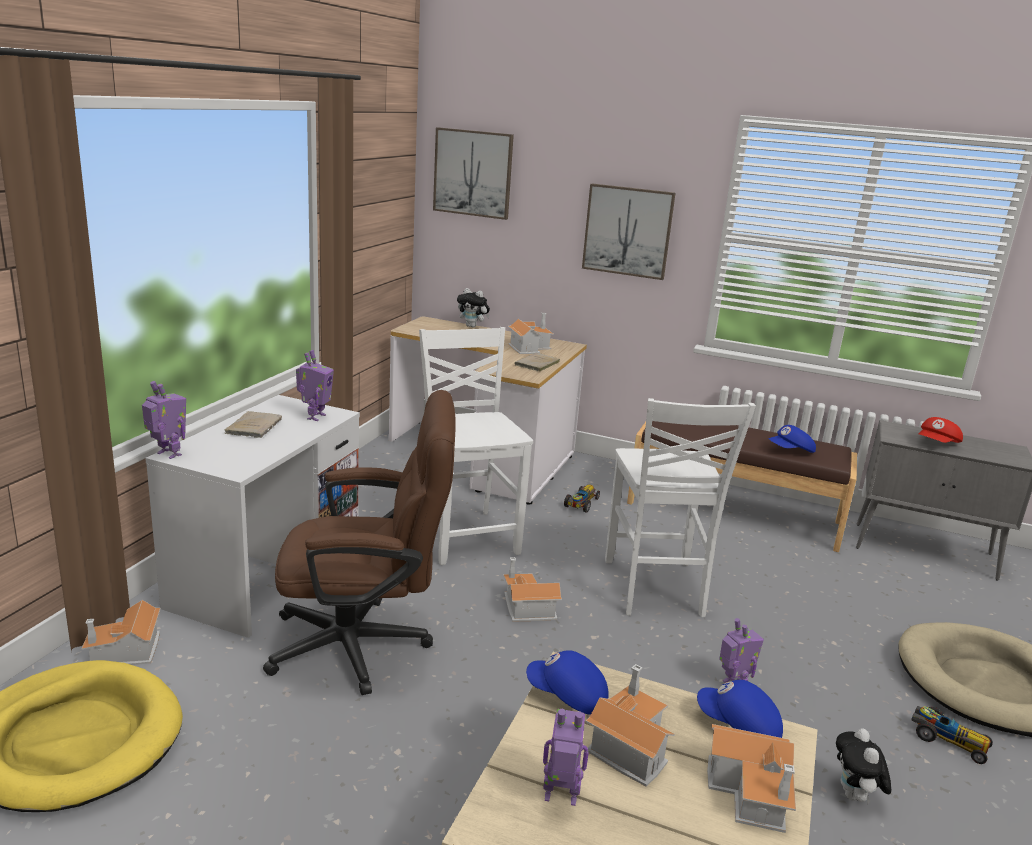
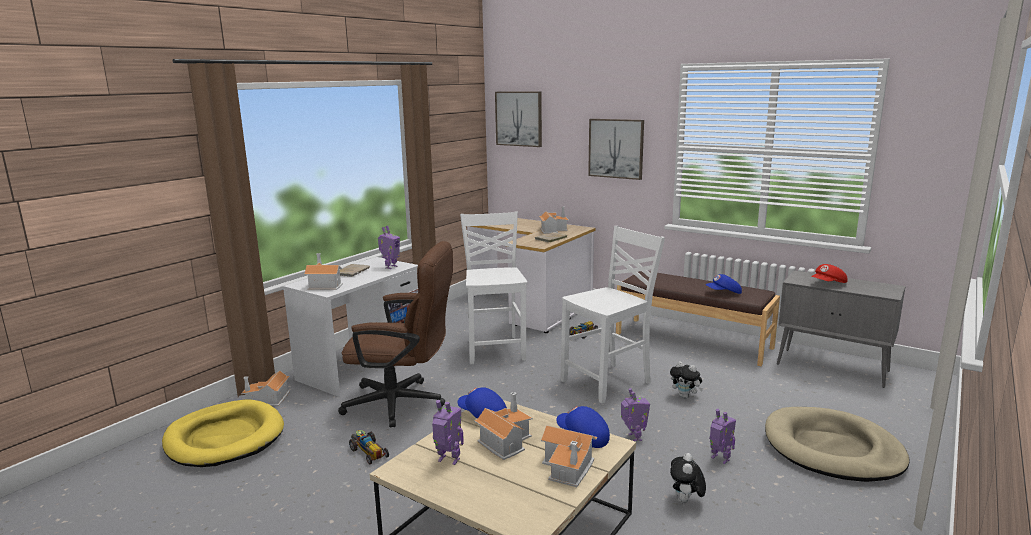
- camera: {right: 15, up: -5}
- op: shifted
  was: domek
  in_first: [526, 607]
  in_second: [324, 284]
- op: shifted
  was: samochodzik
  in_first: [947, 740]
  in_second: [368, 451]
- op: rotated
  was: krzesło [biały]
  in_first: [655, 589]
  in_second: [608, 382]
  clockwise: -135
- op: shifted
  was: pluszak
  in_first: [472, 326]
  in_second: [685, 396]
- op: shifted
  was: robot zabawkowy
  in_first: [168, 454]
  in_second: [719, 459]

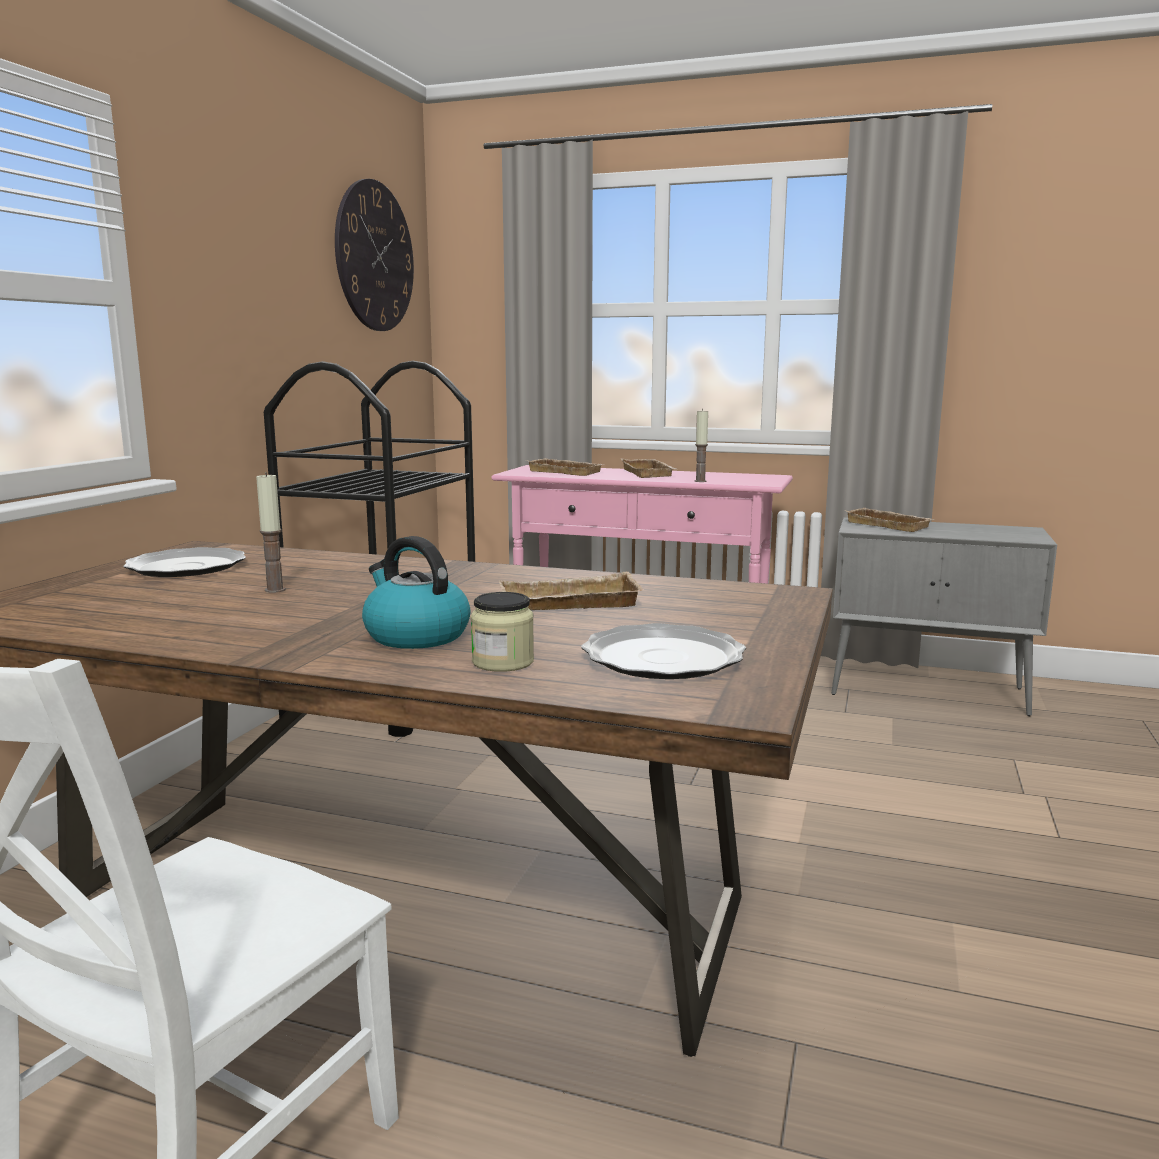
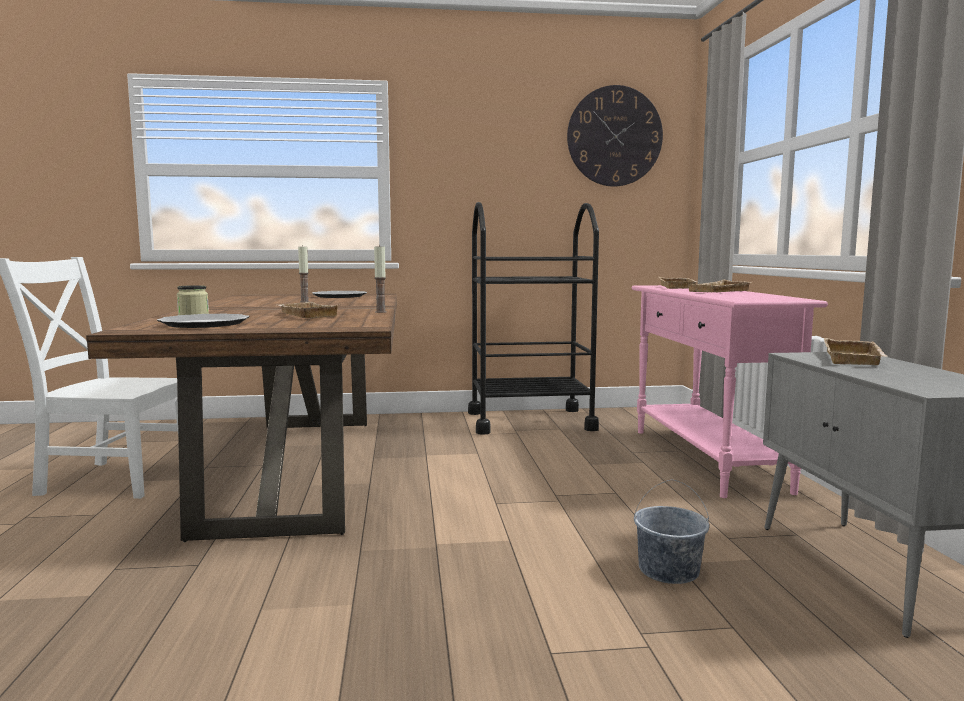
- camera: {right: 65, up: -5}
- op: shifted
  was: świeca
  in_first: [700, 481]
  in_second: [380, 312]
- op: new
  now: wiadro [szary]
  in_second: [668, 570]
- op: gone
  was: czajnik
  in_first: [415, 636]

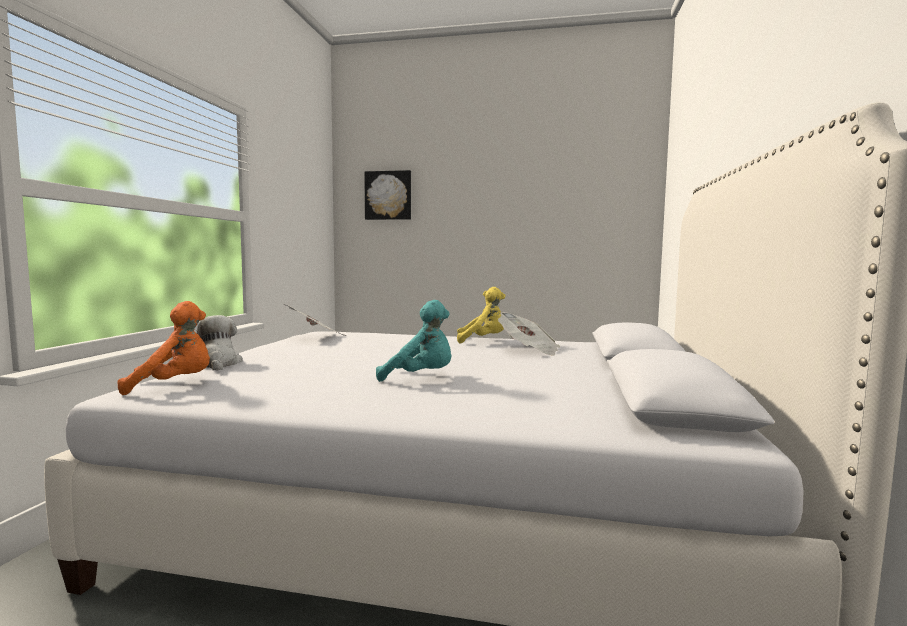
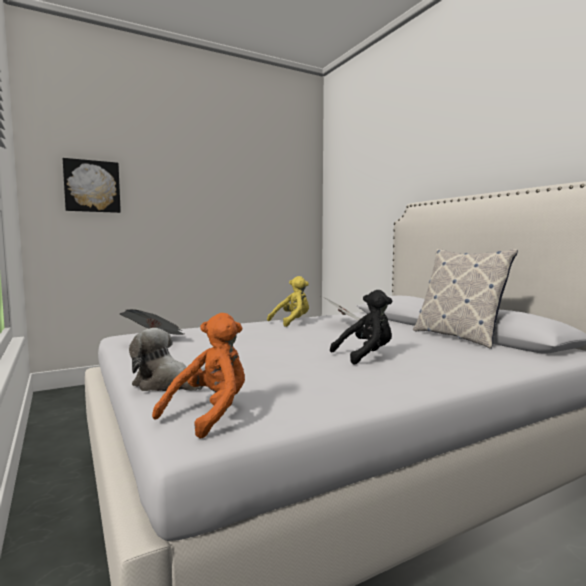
- camera: {right: -40, up: 0}
- op: repainted
  was: pluszak [turkusowy]
  now: pluszak [czarny]
  in_first: [421, 378]
  in_second: [366, 355]
- op: new
  now: poduszka
  in_second: [458, 337]

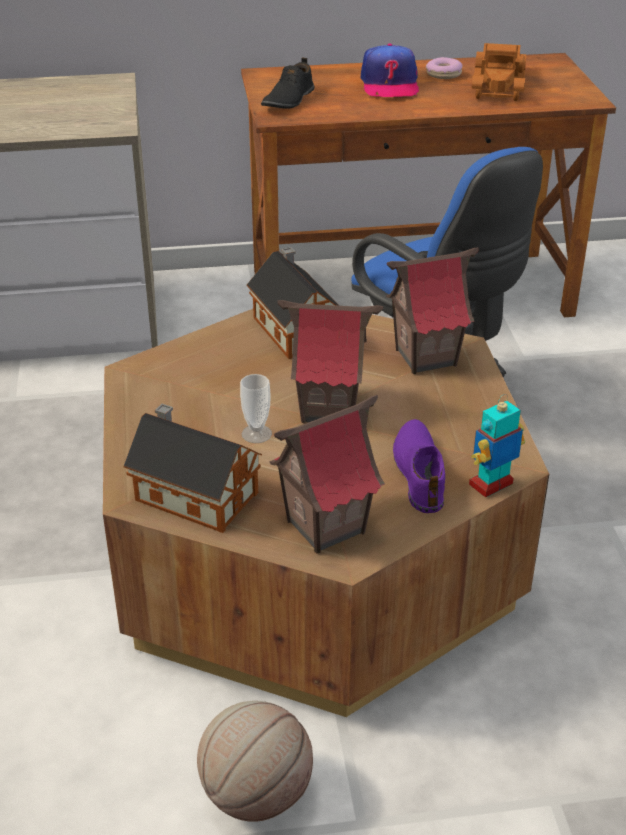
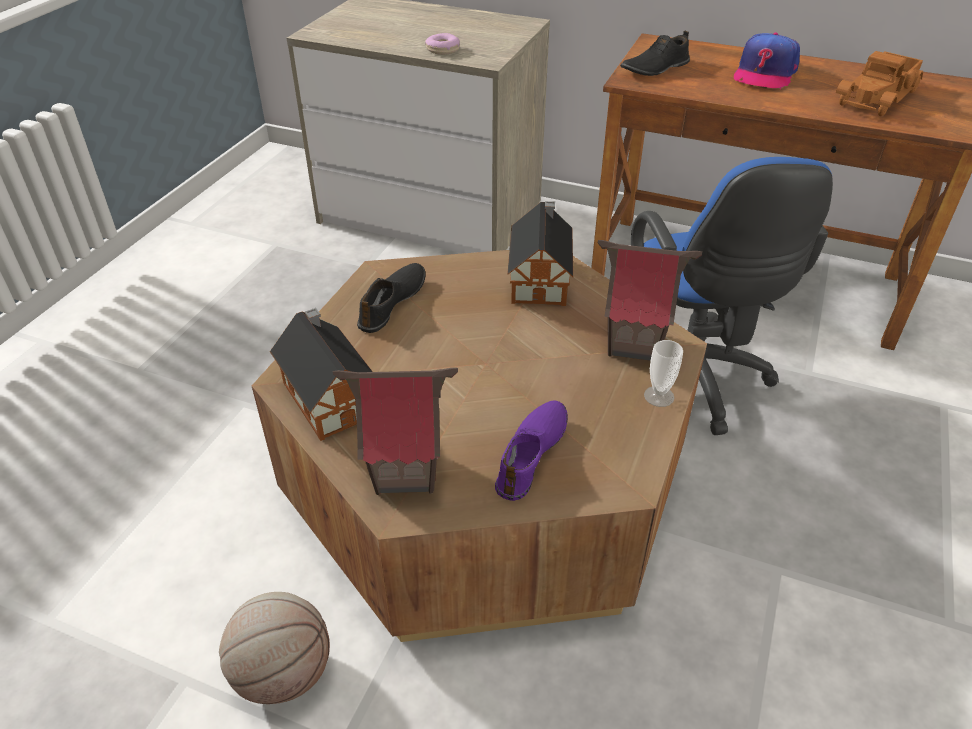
- camera: {right: 30, up: 5}
- op: new
  now: but [czarny]
  in_second: [393, 303]
- op: shifted
  was: donut
  in_first: [443, 74]
  in_second: [442, 50]
- op: shifted
  was: filiżanka
  in_first: [256, 434]
  in_second: [659, 396]
- op: gone
  was: domek
  in_first: [329, 410]
- op: gone
  was: robot zabawkowy
  in_first: [491, 485]

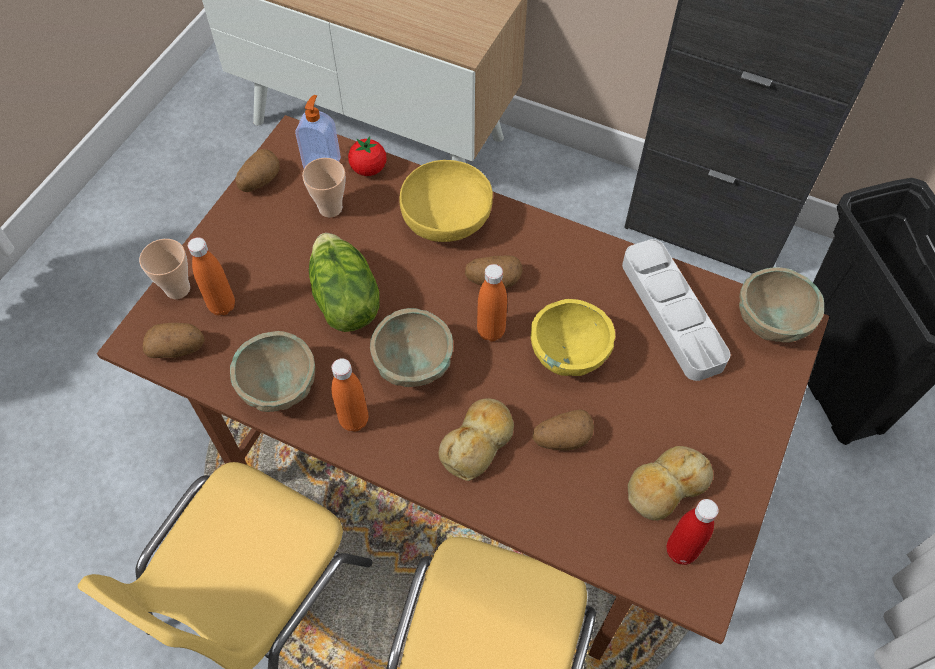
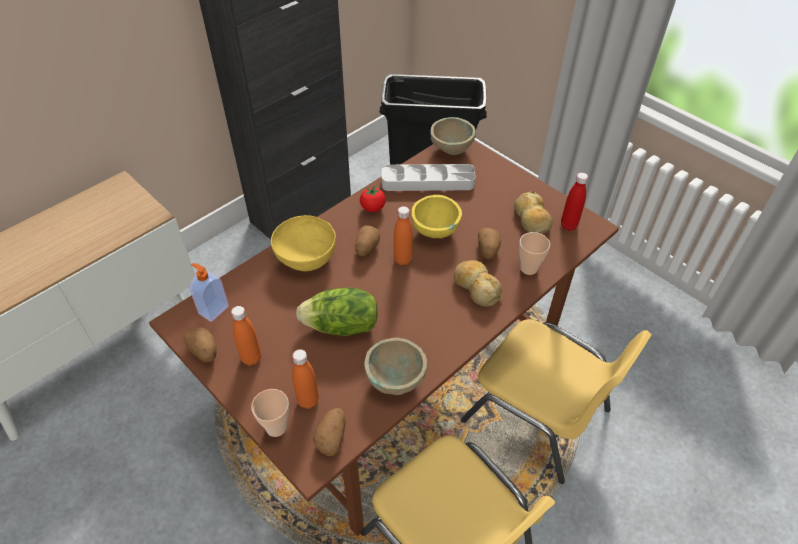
- camera: {right: -70, up: -10}
- op: shifted
  was: butelka [pomarańczowy]
  in_first: [354, 420]
  in_second: [251, 358]
- op: shifted
  was: pomidor
  in_first: [368, 169]
  in_second: [372, 208]
- op: shifted
  was: filiżanka
  in_first: [330, 208]
  in_second: [528, 268]
- op: gone
  was: miska [beżowy]
  in_first: [412, 366]

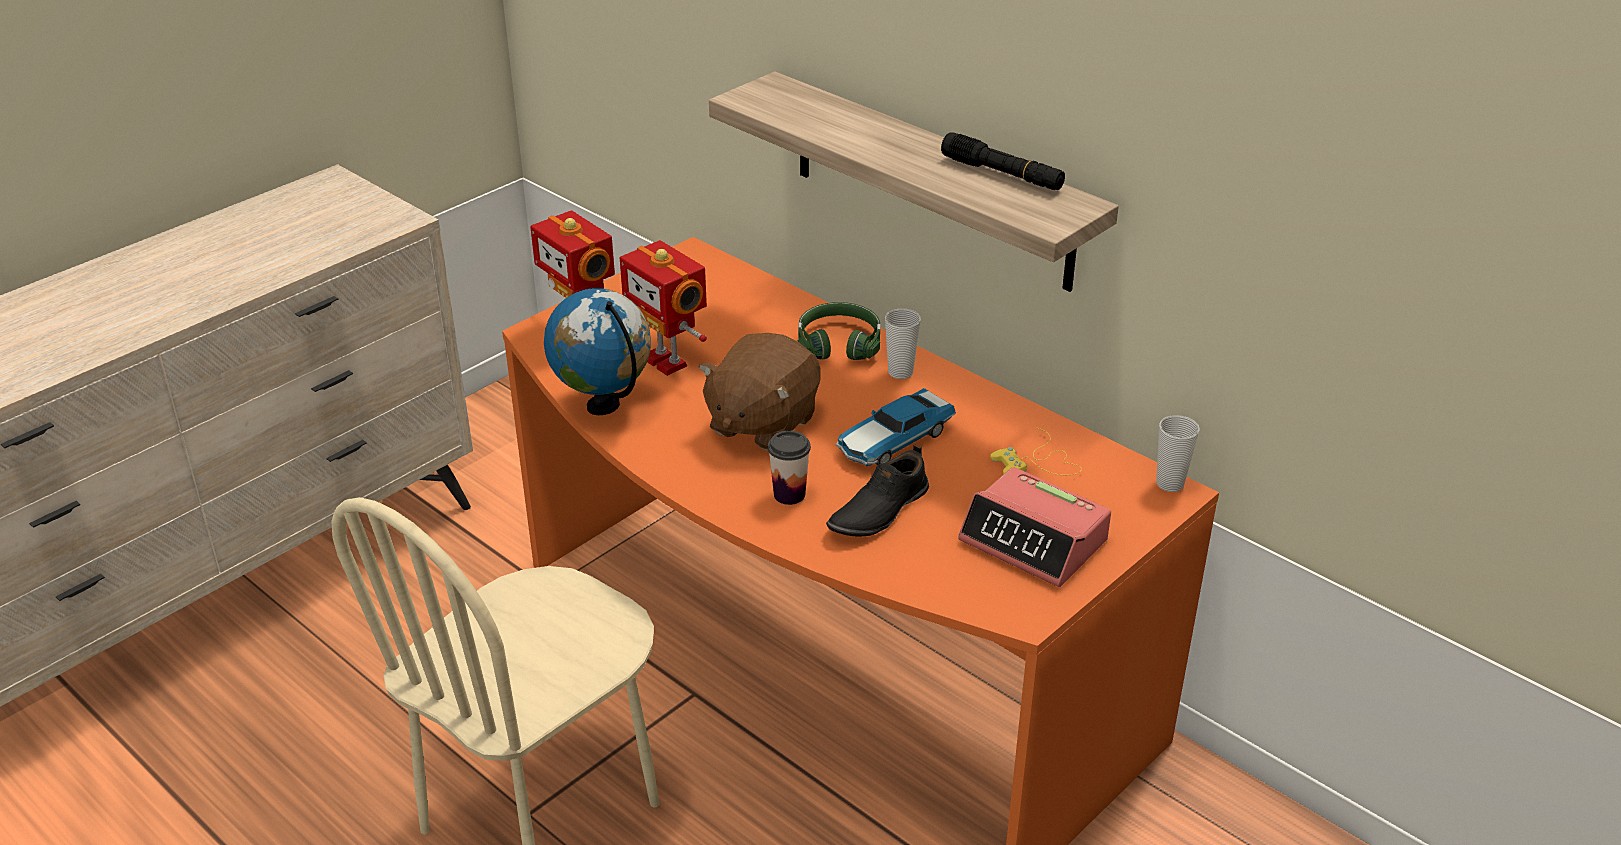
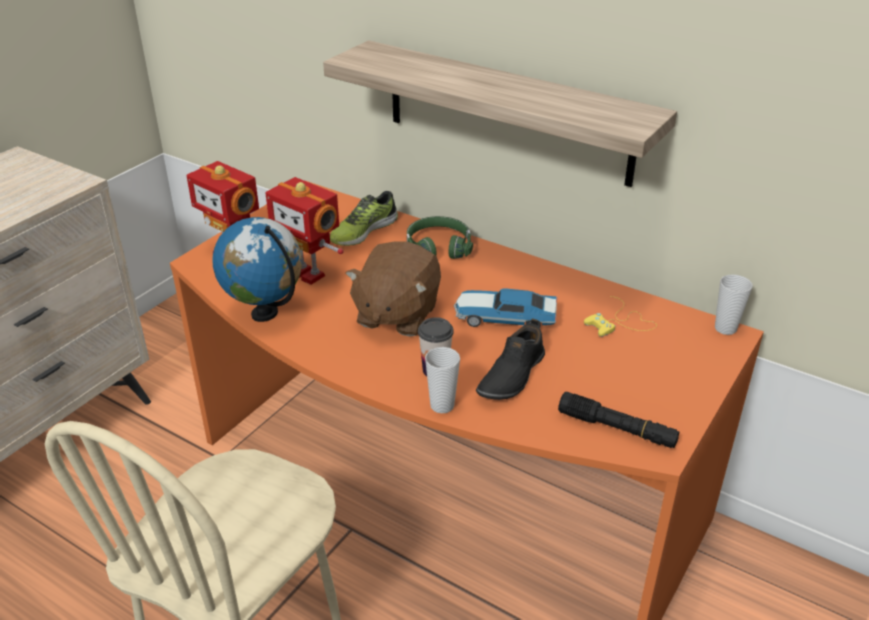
- camera: {right: -10, up: 0}
- op: new
  now: but
  in_second: [363, 231]
- op: shifted
  was: filiżanka
  in_first: [900, 372]
  in_second: [442, 405]
- op: rotated
  was: samochodzik
  in_first: [893, 441]
  in_second: [504, 317]
  clockwise: 60
- op: shifted
  was: latarka [czarny]
  in_first: [1002, 174]
  in_second: [617, 429]
- op: gone
  was: budzik
  in_first: [1034, 541]

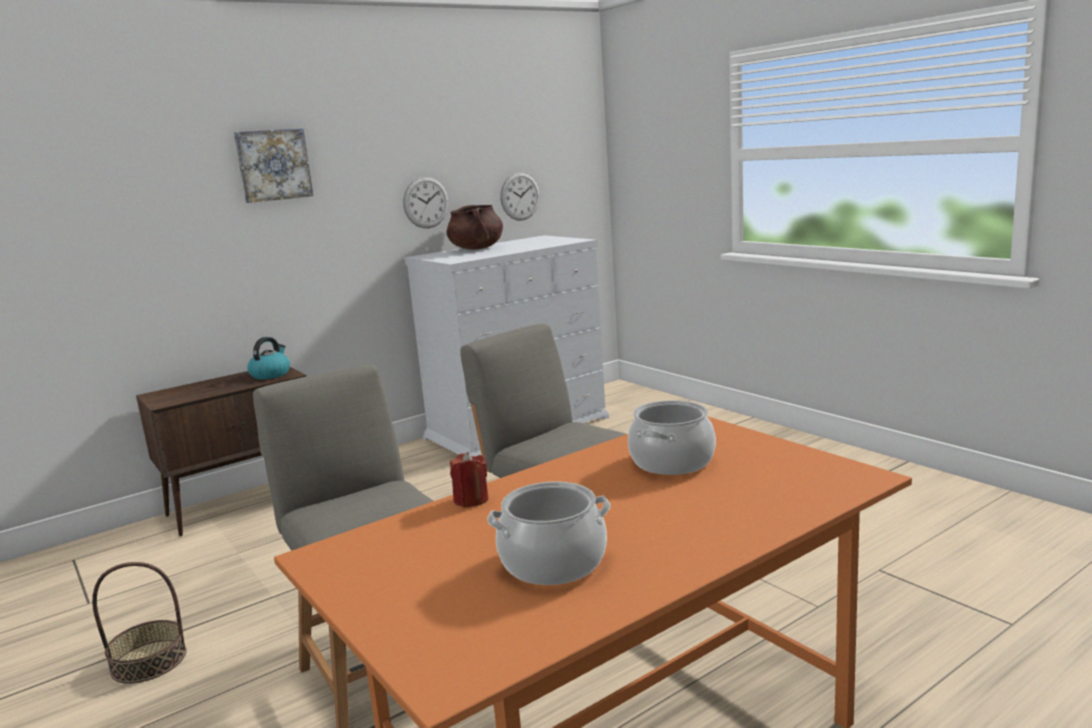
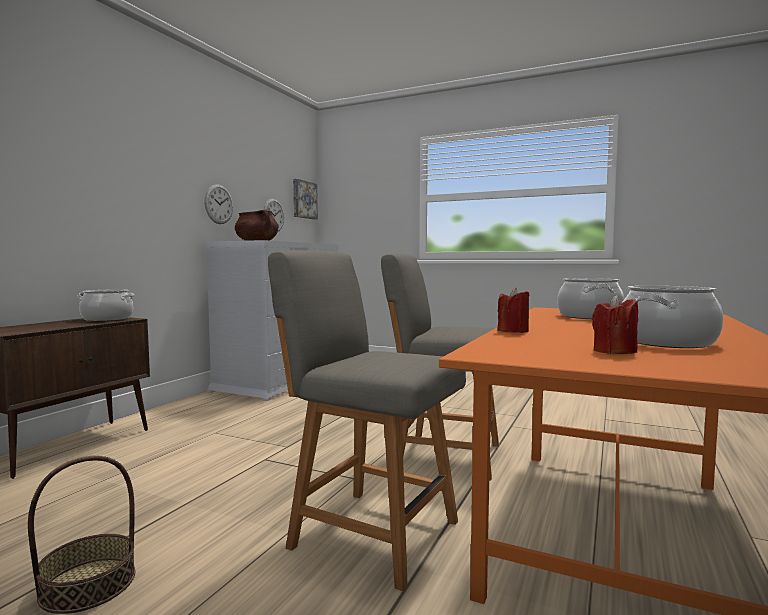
- camera: {right: -30, up: -10}
- op: swapped
  was: czajnik
  now: garnek
  in_first: [270, 374]
  in_second: [107, 319]
- op: shifted
  was: obraz
  in_first: [273, 165]
  in_second: [303, 199]
- op: new
  now: świeca [czerwony]
  in_second: [614, 351]

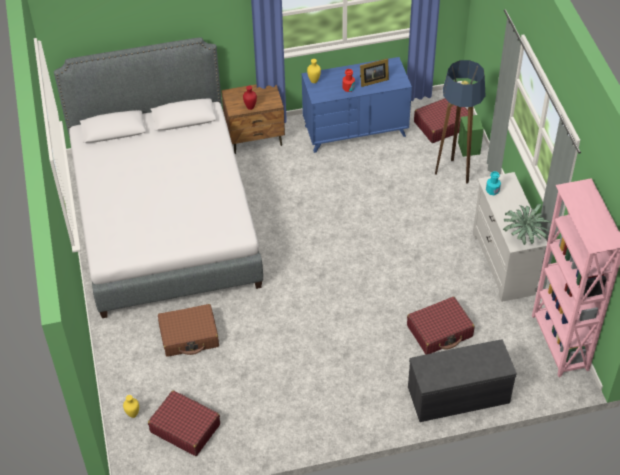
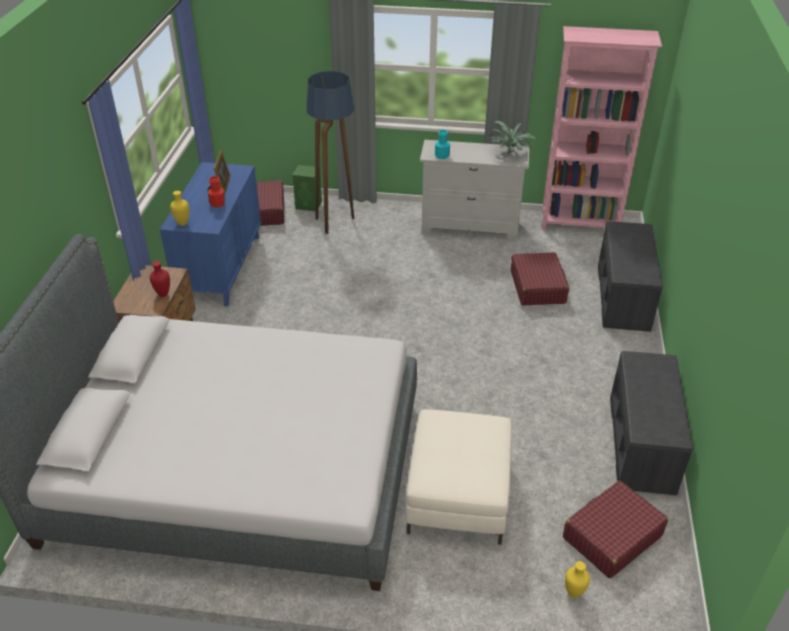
- camera: {right: -70, up: -10}
- op: swapped
  was: walizka [brązowy]
  now: pufa [biały]
  in_first: [189, 336]
  in_second: [458, 494]
- op: new
  now: ławka [szary]
  in_second: [642, 445]

